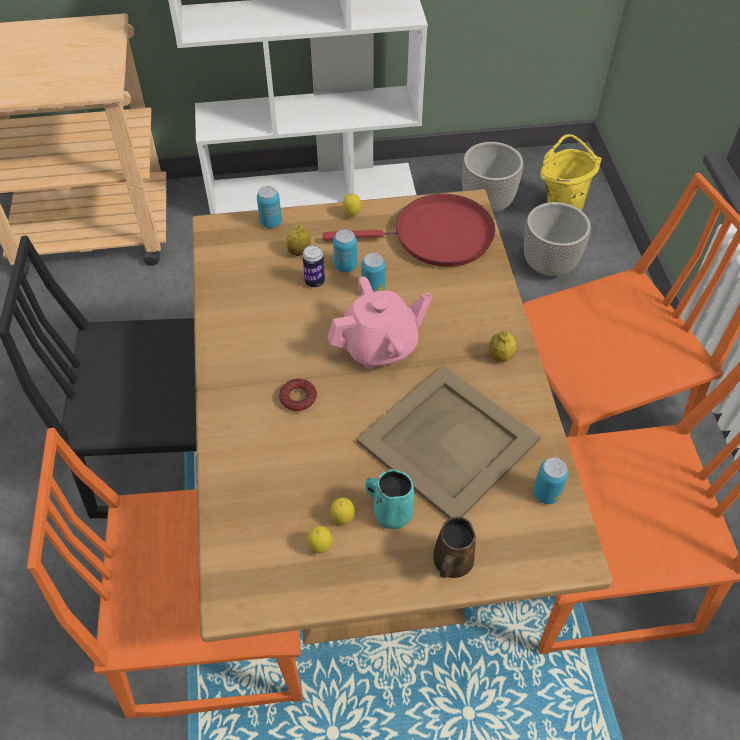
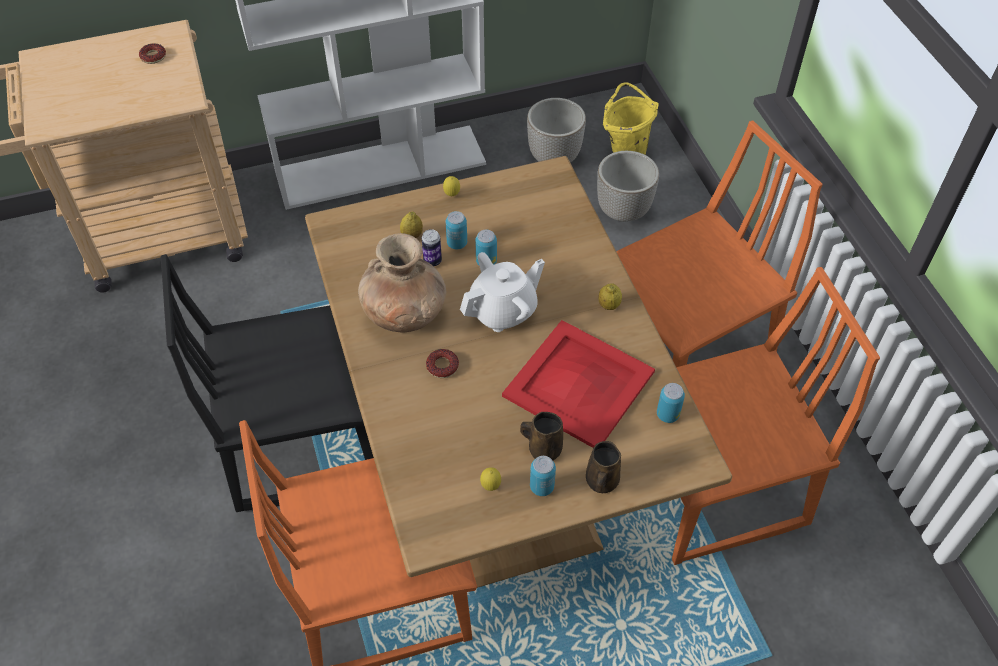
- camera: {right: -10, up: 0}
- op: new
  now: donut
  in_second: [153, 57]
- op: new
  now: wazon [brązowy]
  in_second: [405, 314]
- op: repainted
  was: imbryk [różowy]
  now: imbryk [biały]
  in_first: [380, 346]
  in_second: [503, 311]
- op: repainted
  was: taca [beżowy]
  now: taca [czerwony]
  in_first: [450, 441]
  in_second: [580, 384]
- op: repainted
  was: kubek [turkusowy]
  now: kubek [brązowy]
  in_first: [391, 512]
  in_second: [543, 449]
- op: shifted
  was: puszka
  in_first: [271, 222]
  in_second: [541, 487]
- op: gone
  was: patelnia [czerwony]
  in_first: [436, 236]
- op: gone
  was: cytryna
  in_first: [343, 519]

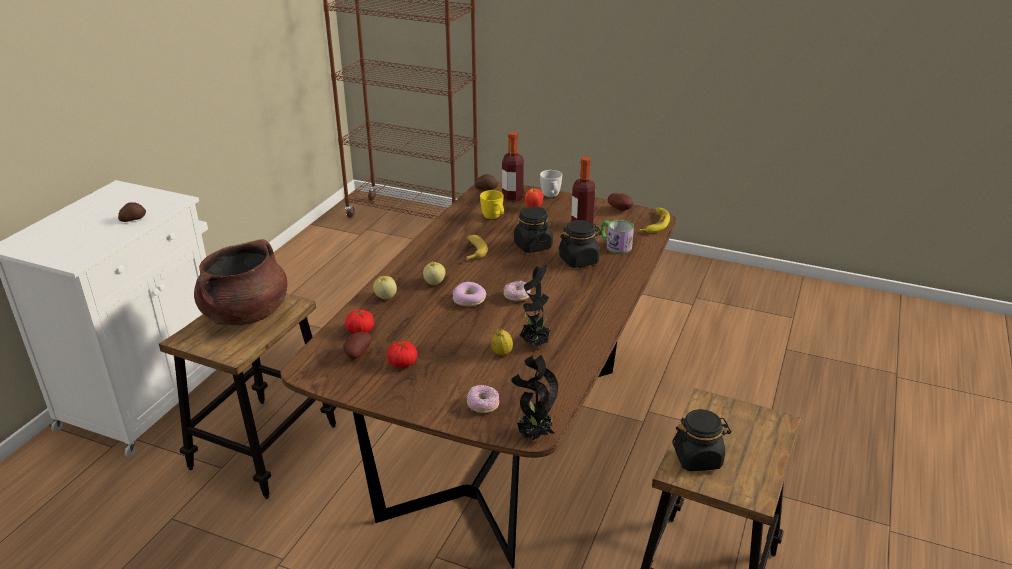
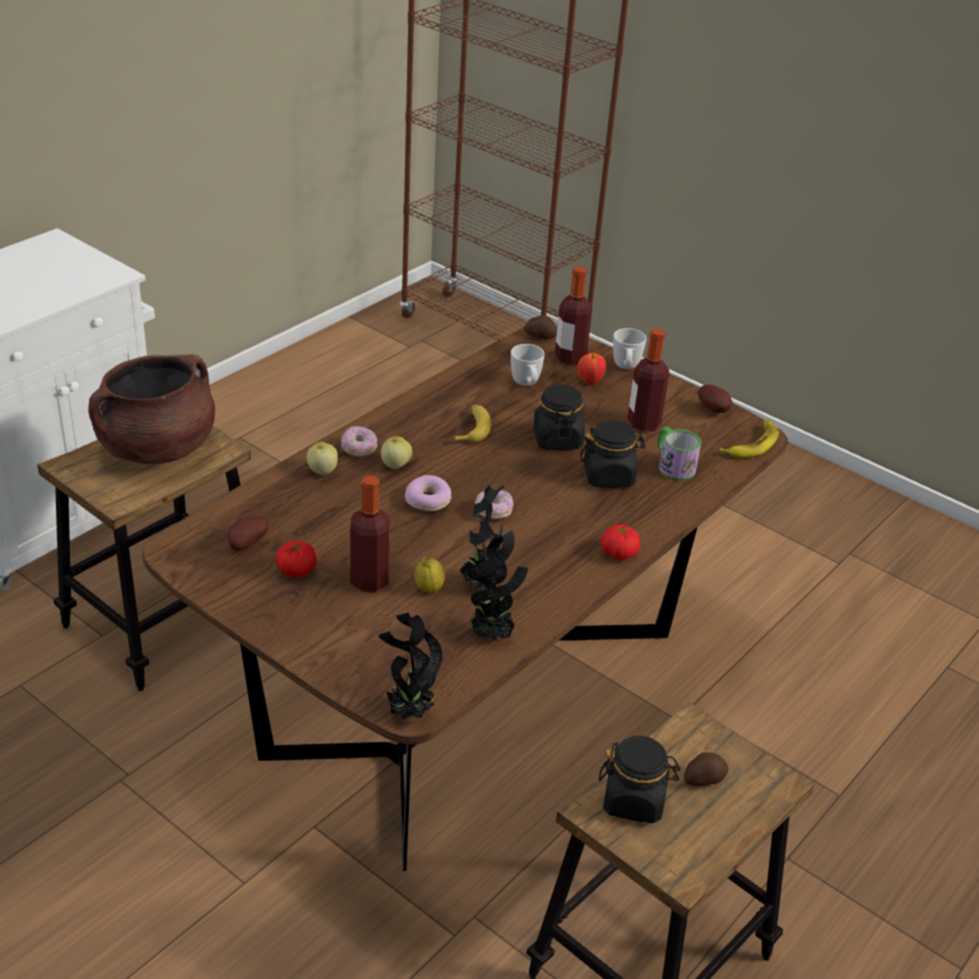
- camera: {right: 15, up: 5}
- op: shifted
  was: donut
  in_first: [483, 405]
  in_second: [358, 448]
- op: new
  now: butelka
  in_second: [369, 581]
- op: new
  now: roślina doniczkowa
  in_second: [492, 636]
- op: repainted
  was: kubek [żółty]
  now: kubek [biały]
  in_first: [494, 218]
  in_second: [526, 385]
- op: shifted
  was: pomidor
  in_first: [360, 330]
  in_second: [619, 553]
- op: shifted
  was: ziemniak
  in_first: [133, 219]
  in_second: [703, 778]

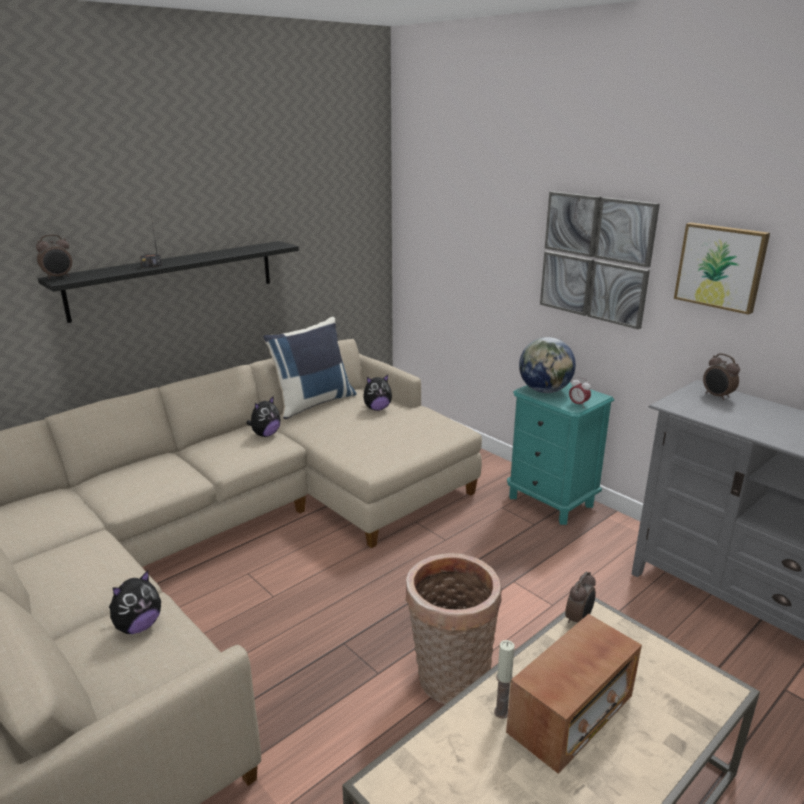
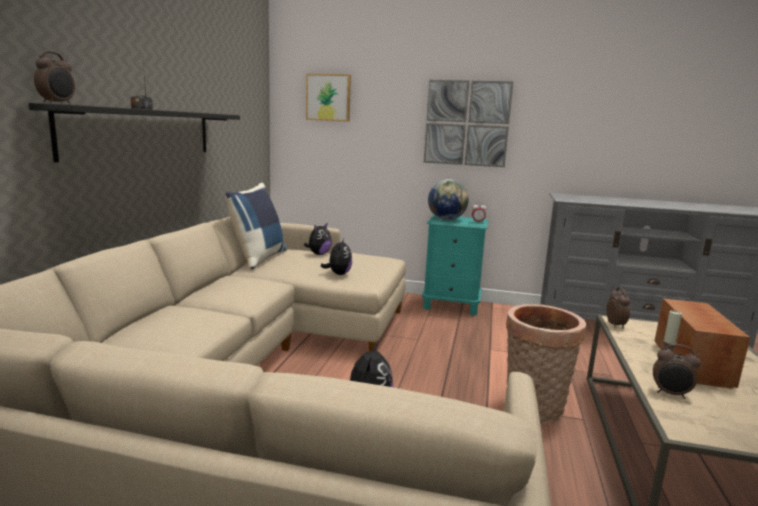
- camera: {right: -35, up: -10}
- op: shifted
  was: obraz
  in_first: [721, 266]
  in_second: [328, 97]
- op: shifted
  was: pluszak
  in_first: [265, 434]
  in_second: [338, 274]
- op: shifted
  was: budzik
  in_first: [717, 396]
  in_second: [670, 394]

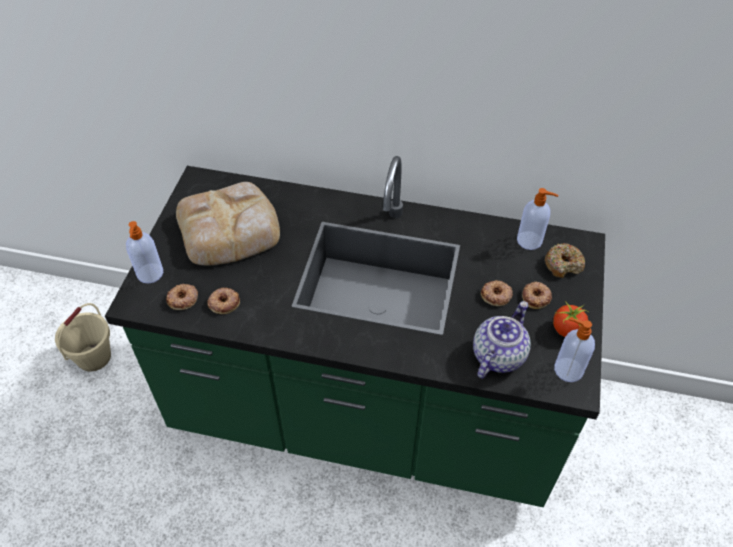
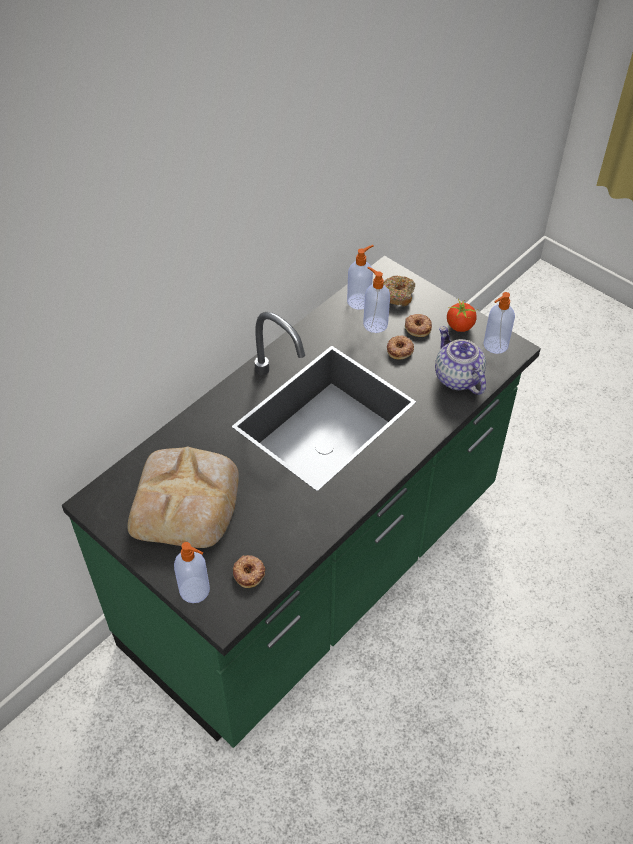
- camera: {right: -60, up: 0}
- op: new
  now: dozownik mydła
  in_second: [374, 324]
- op: gone
  was: wiadro [beżowy]
  in_first: [94, 357]
- op: gone
  was: donut
  in_first: [224, 302]

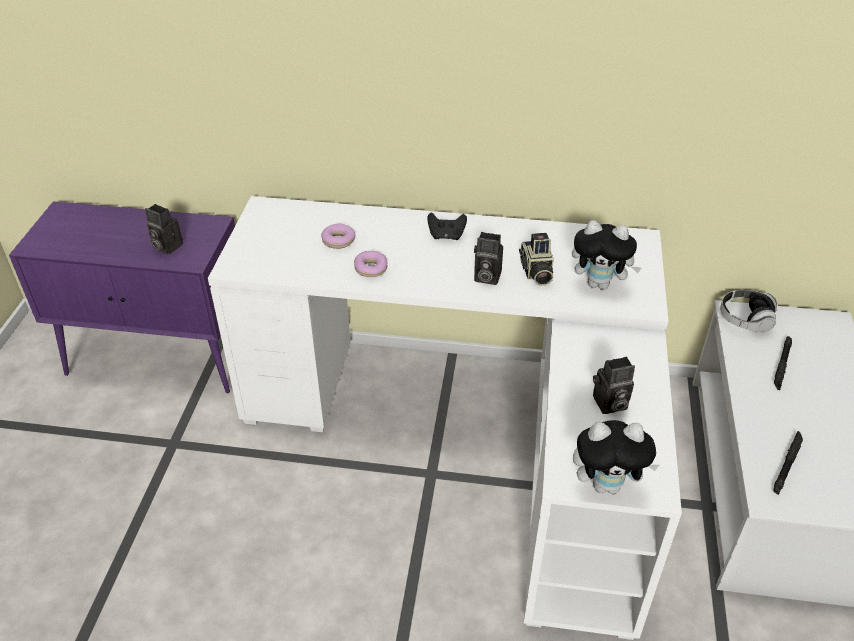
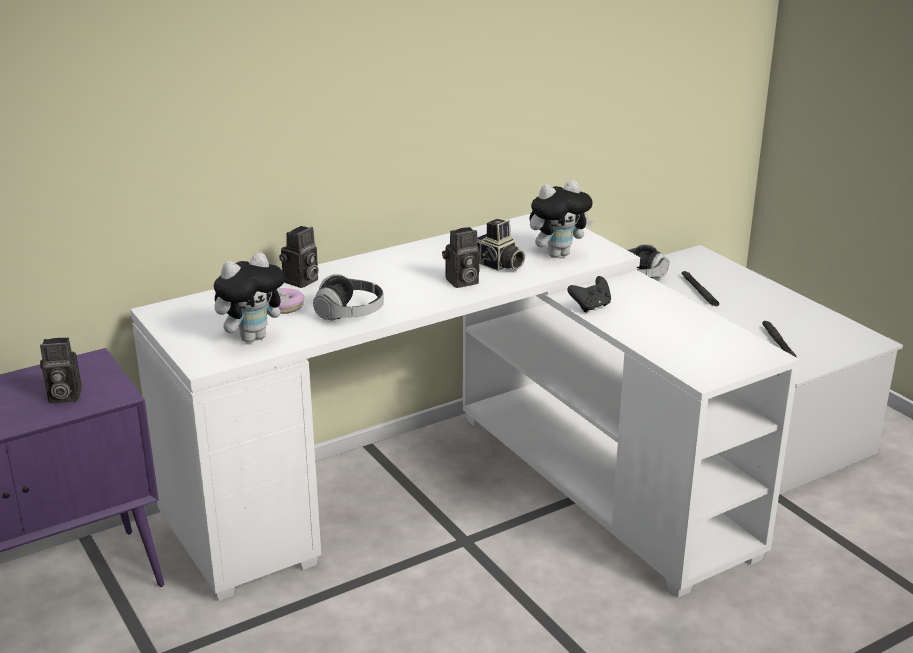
- camera: {right: -40, up: -15}
- op: shifted
  was: pluszak
  in_first: [607, 484]
  in_second: [253, 337]
- op: shifted
  was: aparat fotograficzny
  in_first: [609, 404]
  in_second: [301, 282]
- op: swapped
  was: donut
  now: słuchawki
  in_first: [371, 269]
  in_second: [350, 313]
- op: shifted
  was: pad do gier [czarny]
  in_first: [446, 236]
  in_second: [591, 307]

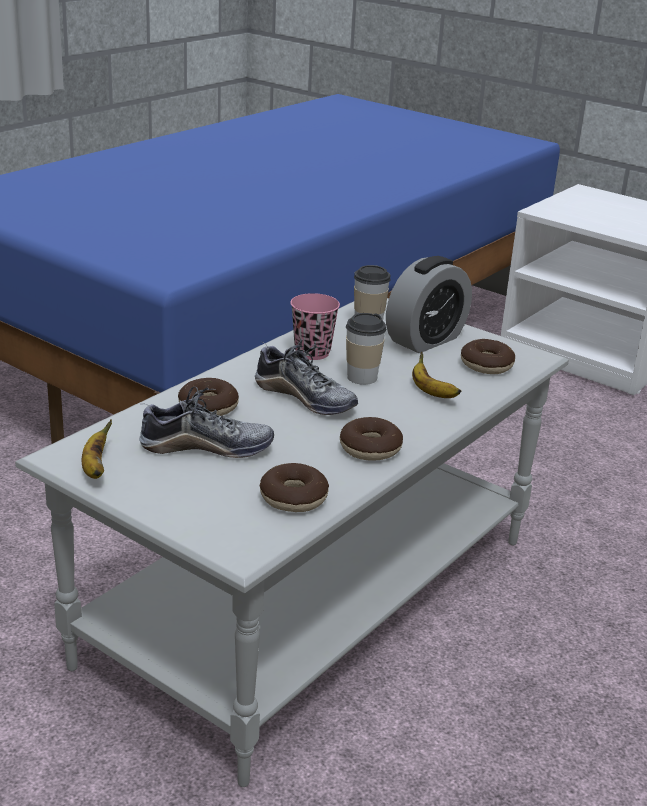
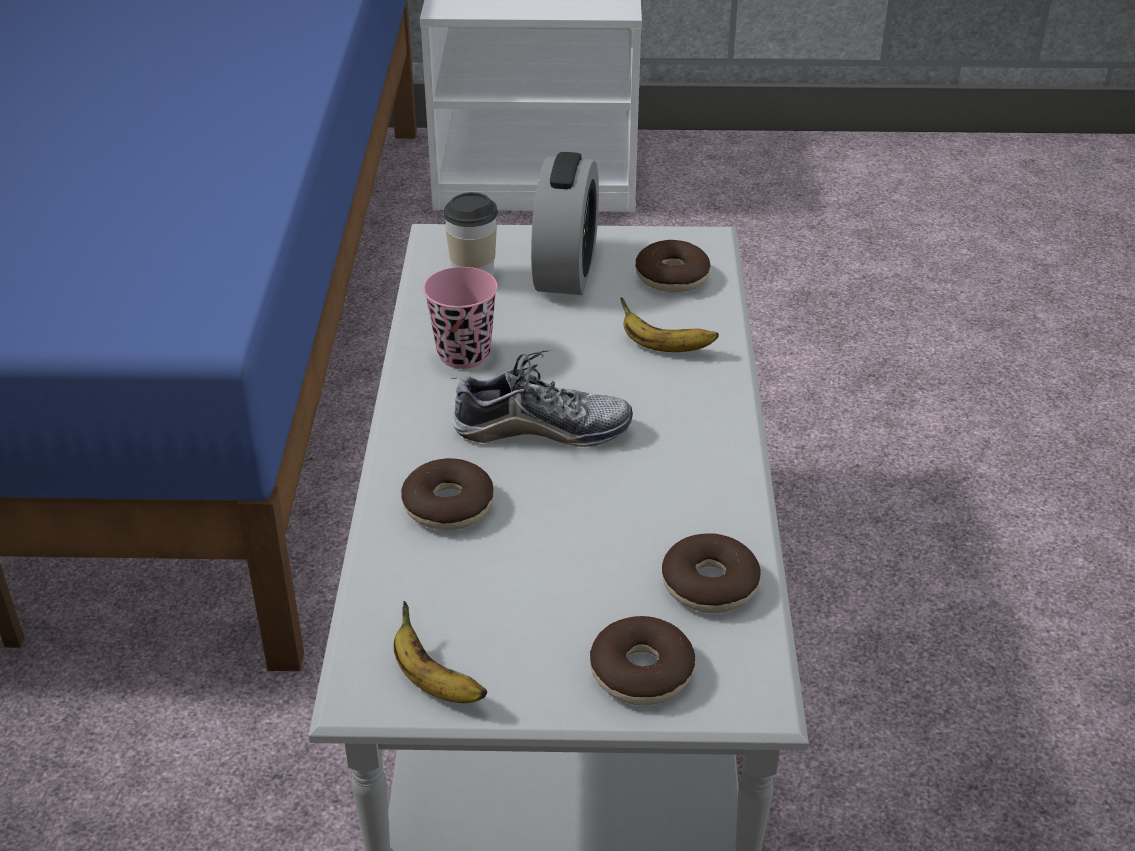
- camera: {right: -35, up: 10}
- op: shifted
  was: donut
  in_first: [370, 448]
  in_second: [641, 672]
- op: gone
  was: but
  in_first: [206, 447]
- op: gone
  was: filiżanka
  in_first: [362, 377]

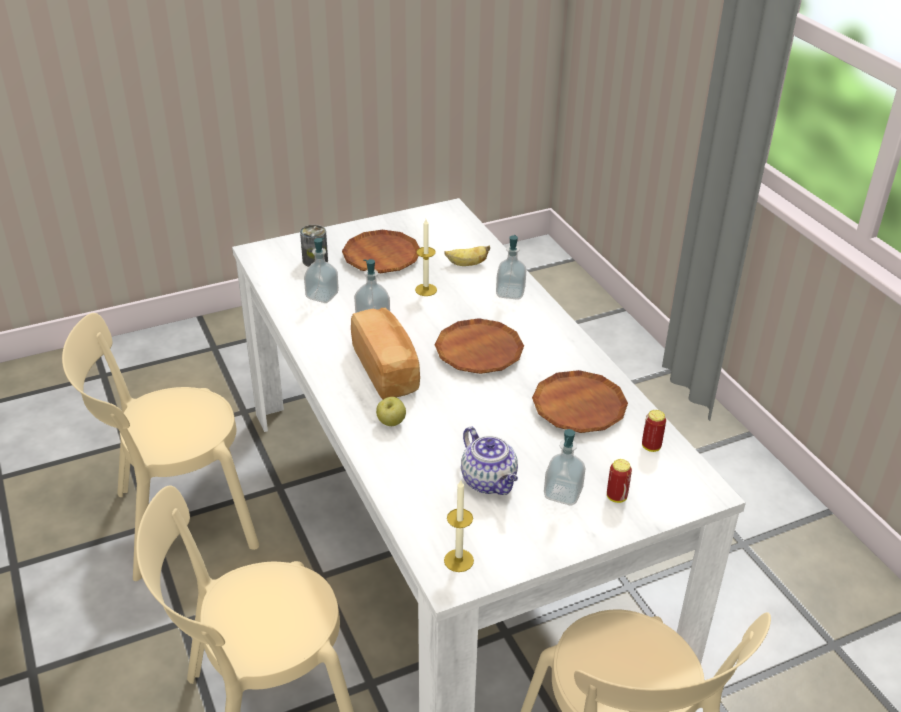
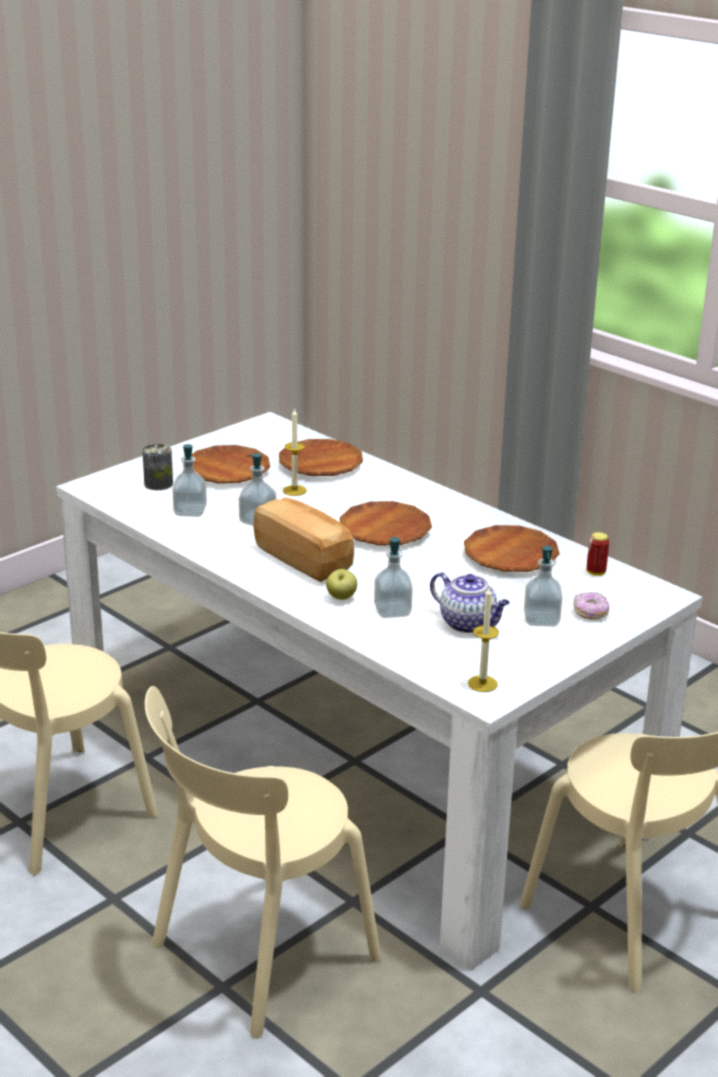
- camera: {right: -20, up: -10}
- op: swapped
  was: banan
  now: talerz [brązowy]
  in_first: [467, 264]
  in_second: [320, 464]
- op: shifted
  was: dozownik mydła
  in_first: [510, 293]
  in_second: [392, 611]
- op: swapped
  was: puszka
  now: donut
  in_first: [616, 497]
  in_second: [590, 613]

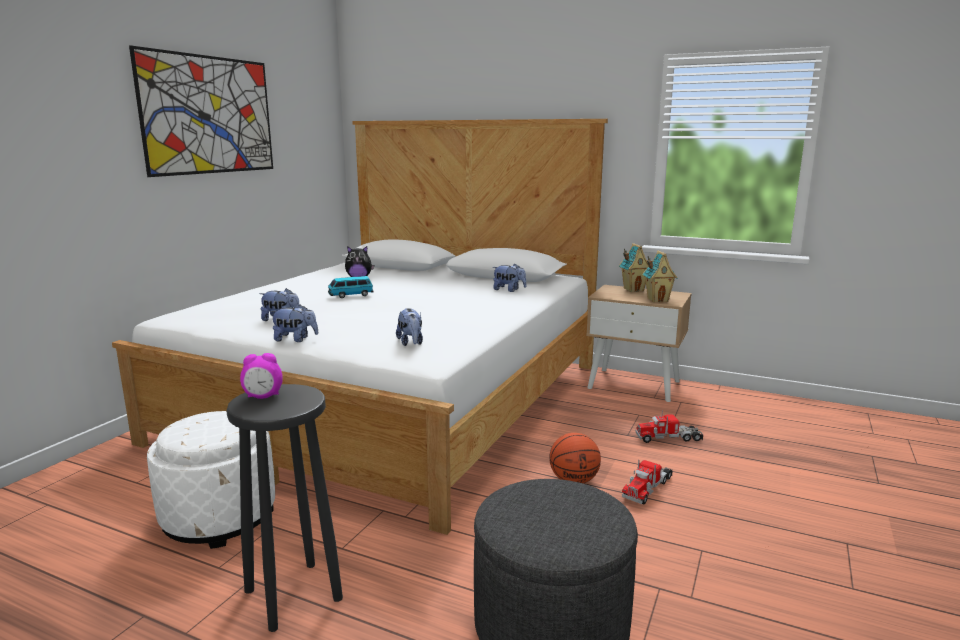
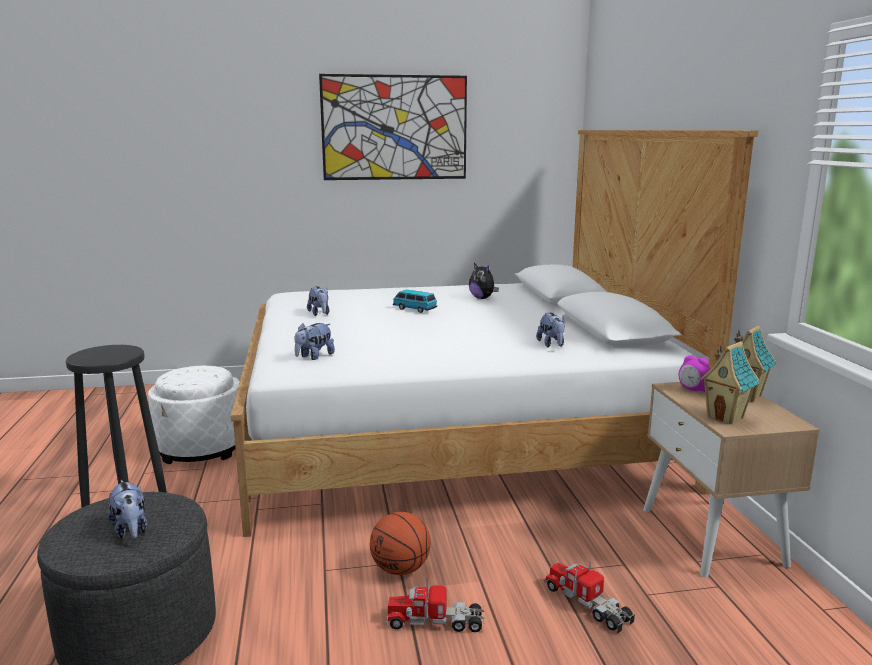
- camera: {right: 55, up: 0}
- op: shifted
  was: pluszak
  in_first: [295, 339]
  in_second: [131, 530]
- op: shifted
  was: budzik
  in_first: [263, 397]
  in_second: [693, 390]

